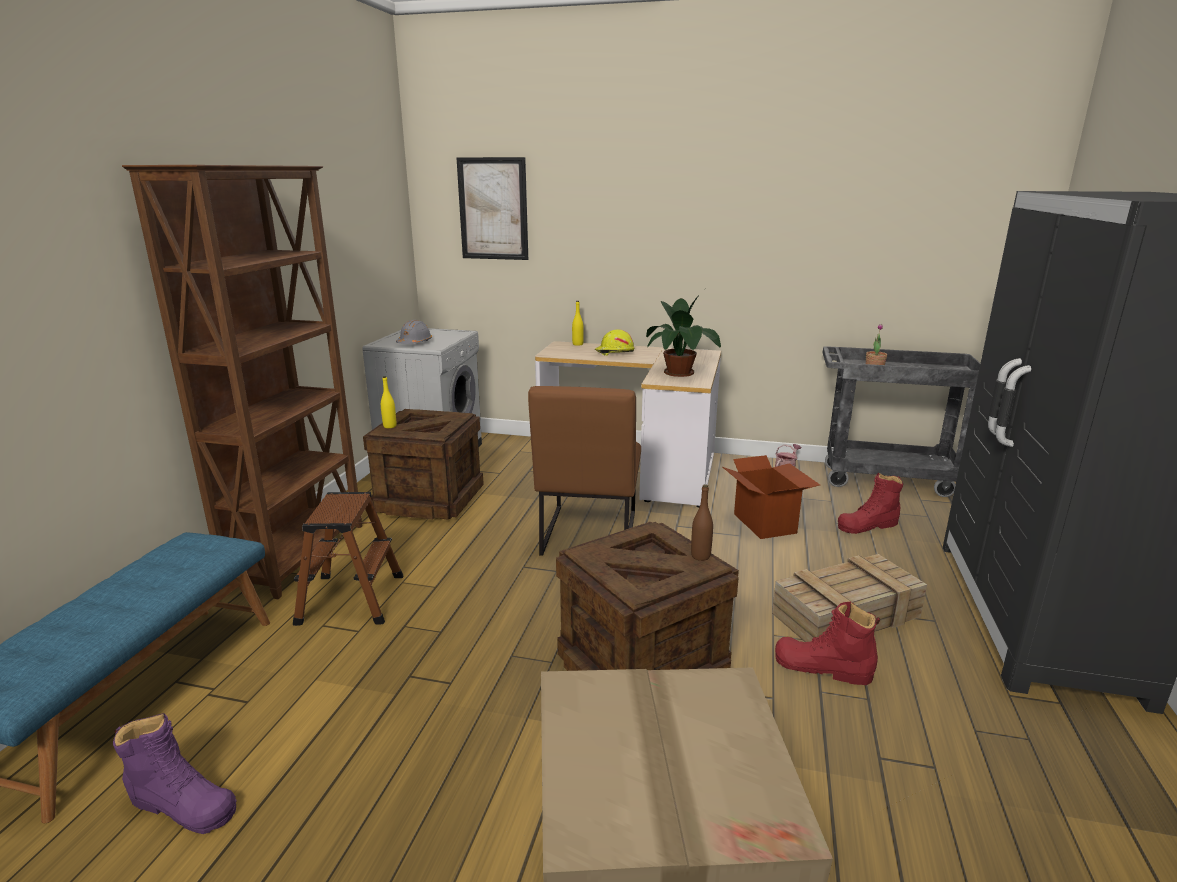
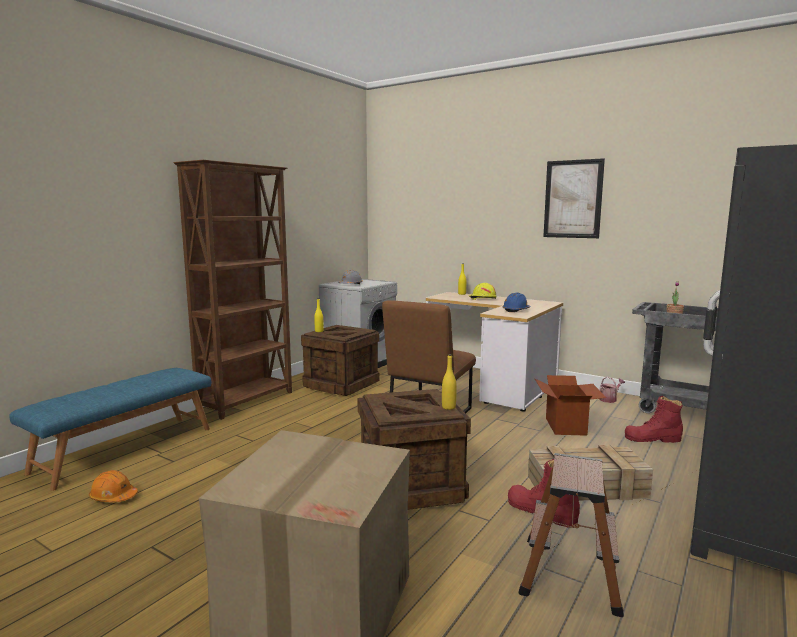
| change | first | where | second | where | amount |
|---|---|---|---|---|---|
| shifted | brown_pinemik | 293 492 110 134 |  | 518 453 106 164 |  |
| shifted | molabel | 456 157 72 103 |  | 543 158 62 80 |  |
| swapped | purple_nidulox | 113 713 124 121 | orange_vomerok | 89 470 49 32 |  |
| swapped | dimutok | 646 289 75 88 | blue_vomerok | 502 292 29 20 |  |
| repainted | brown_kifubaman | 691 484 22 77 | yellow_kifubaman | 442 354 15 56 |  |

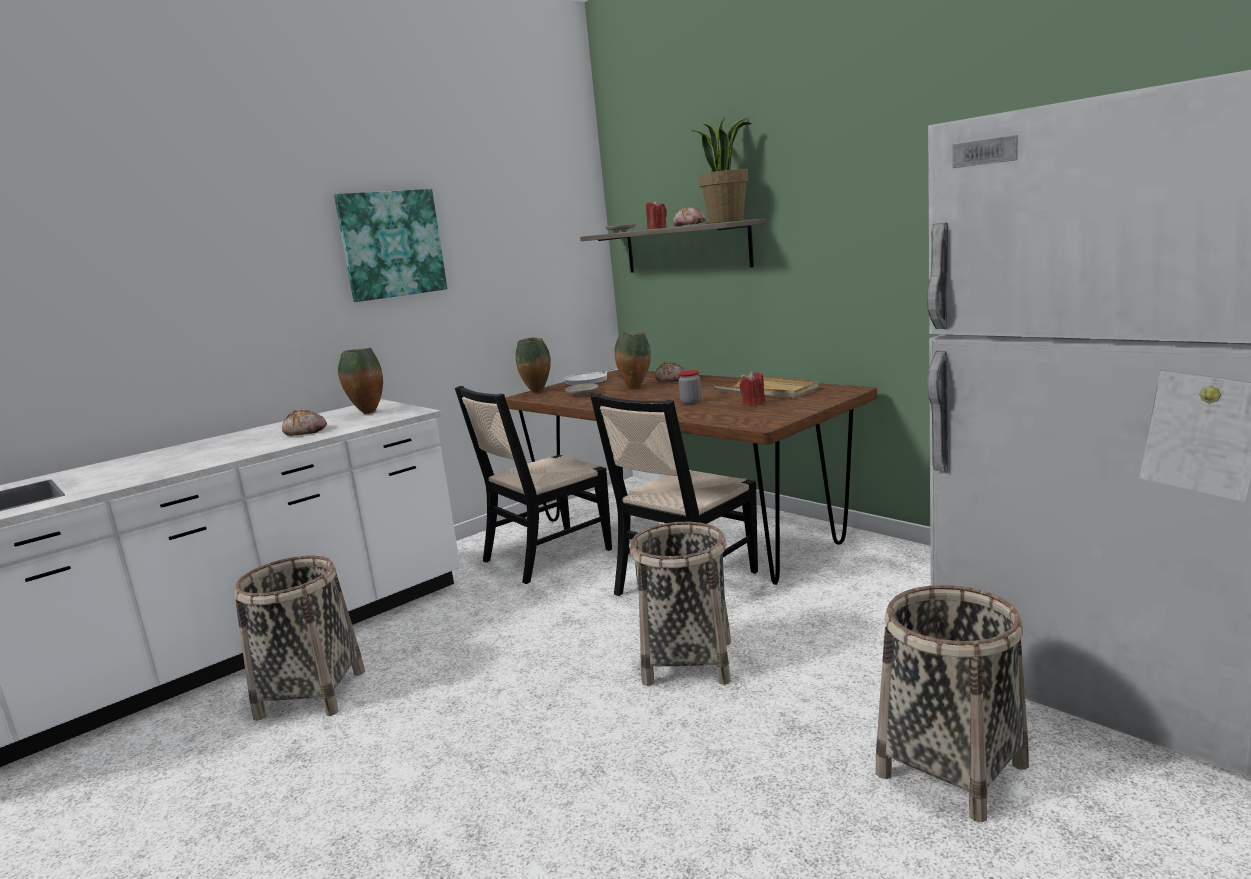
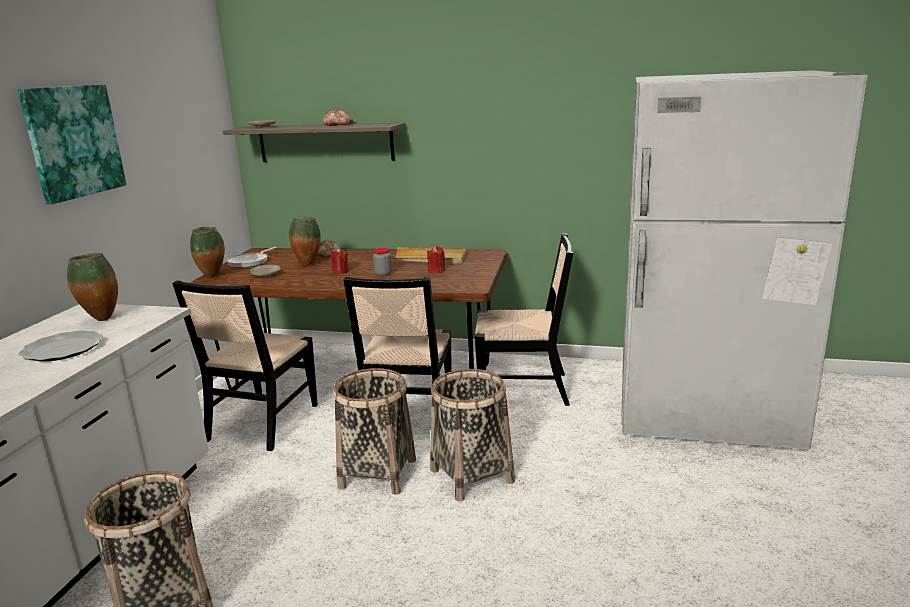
| change | first | where | second | where | amount |
|---|---|---|---|---|---|
| gone | dimutok | 691 117 61 106 |  |  |  |
| new |  |  | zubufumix | 475 233 98 173 |  |
| shifted | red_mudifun | 646 200 21 29 |  | 330 248 19 26 |  |
| shifted | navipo | 875 585 154 237 |  | 333 368 83 127 |  |
| swapped | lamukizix | 282 410 45 26 | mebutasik | 19 330 84 31 |  |

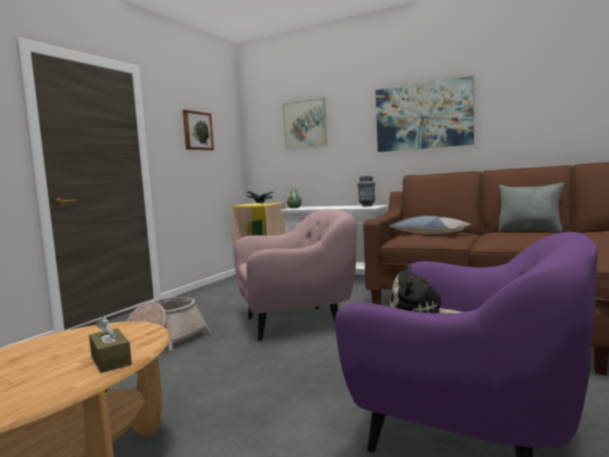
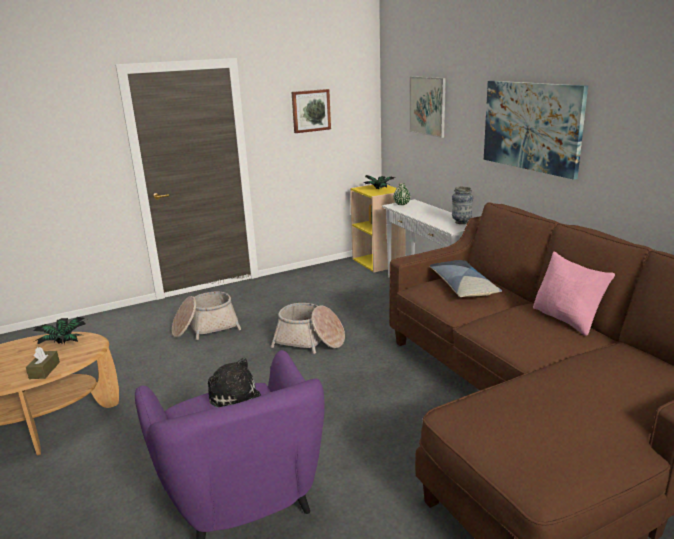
| change | first | where | second | where | amount |
|---|---|---|---|---|---|
| new |  |  | dimutok | 33 317 53 27 |  |
| swapped | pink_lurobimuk | 234 209 123 132 | navipo | 271 303 74 51 |  |
| repainted | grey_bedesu | 498 183 66 50 | pink_bedesu | 533 252 82 84 |  |

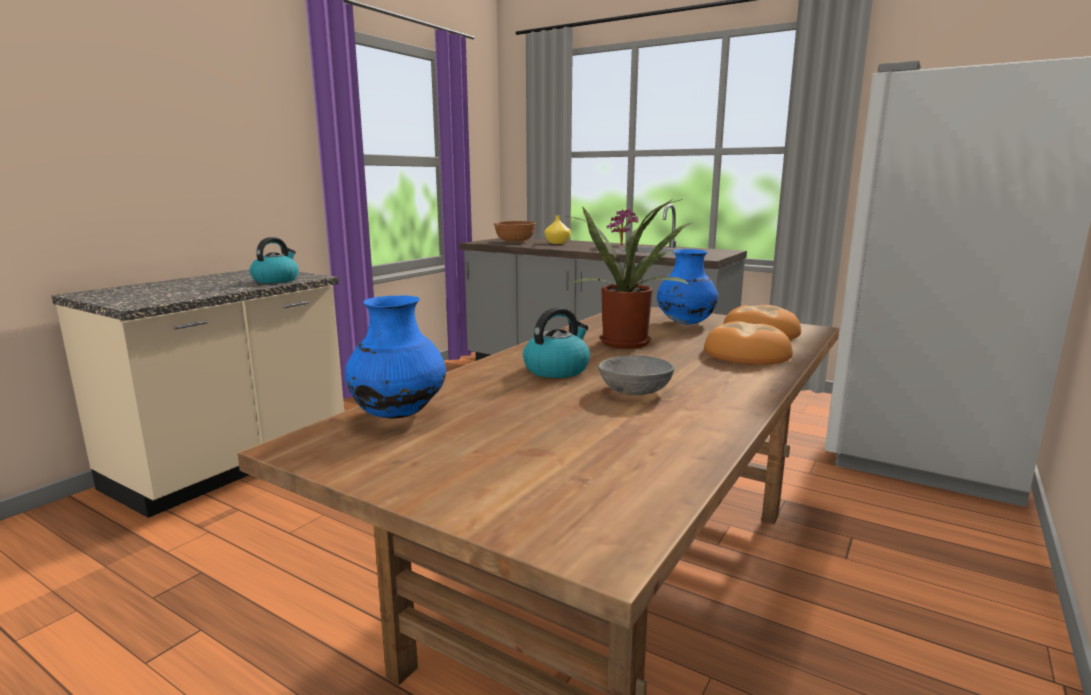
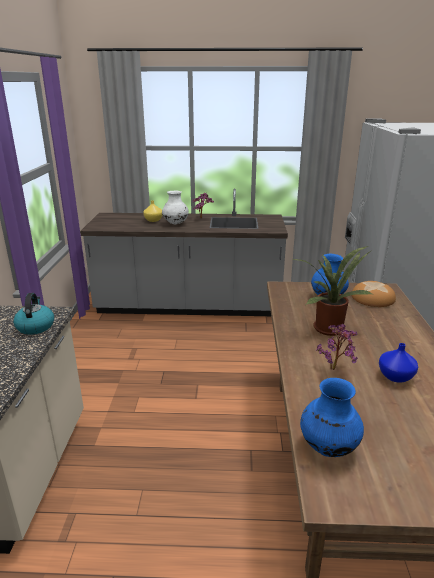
| change | first | where | second | where | amount |
|---|---|---|---|---|---|
| gone | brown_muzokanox | 494 221 42 22 |  |  |  |
| gone | lamukizix | 704 321 89 44 |  |  |  |
| new |  |  | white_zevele | 162 191 27 33 |  |
| swapped | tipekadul | 523 307 67 71 | dimutok | 316 324 42 46 |  |
| swapped | grey_muzokanox | 598 355 76 40 | blue_zevele | 379 343 39 40 |  |

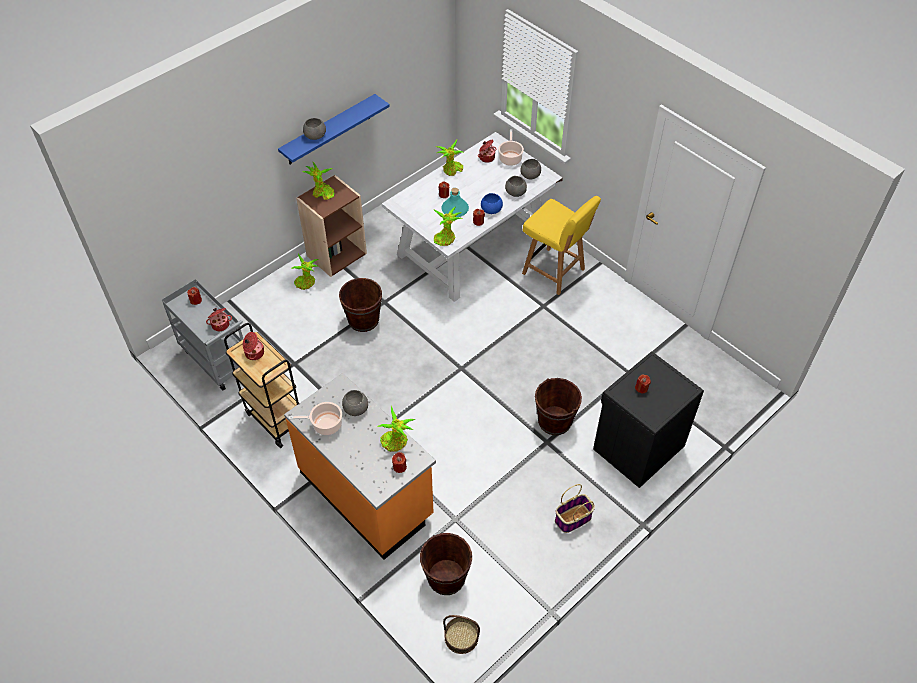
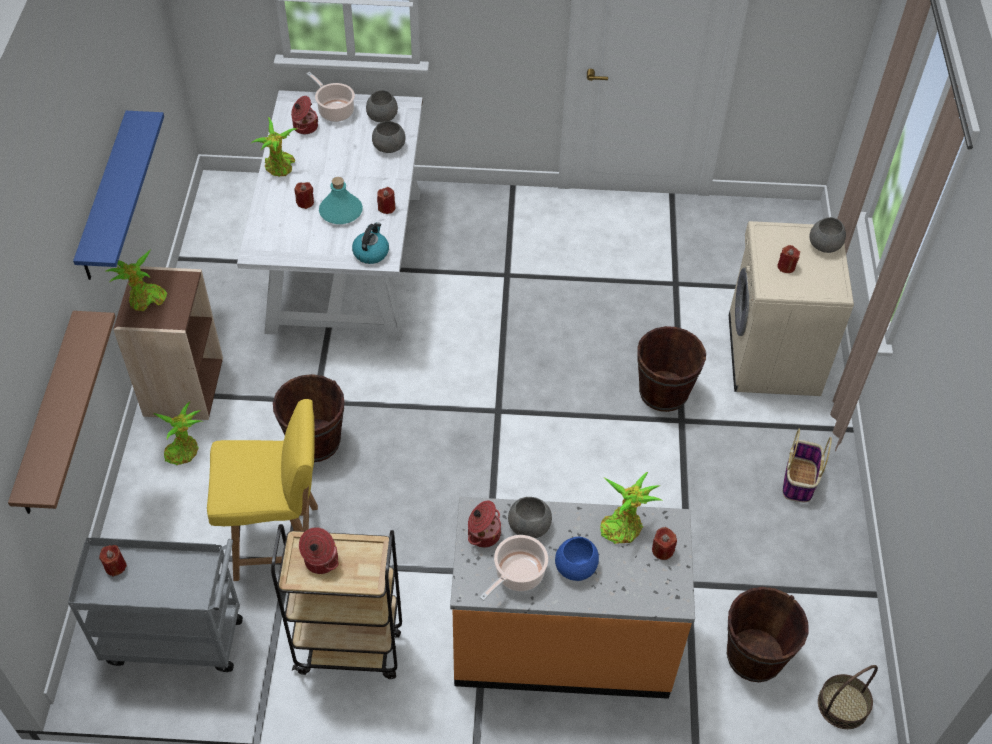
| change | first | where | second | where | amount |
|---|---|---|---|---|---|
| new |  |  | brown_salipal | 8 311 108 203 |  |
| shifted | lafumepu | 206 308 26 23 |  | 468 500 33 47 |  |
| shifted | grey_muzokanox | 303 118 23 22 |  | 809 217 37 36 |  |
| shifted | blue_muzokanox | 481 193 22 21 |  | 555 537 44 44 |  |
| shifted | yellow_zubufumix | 522 196 79 99 |  | 207 399 111 182 |  |
| swapped | dimutok | 433 207 29 39 | tipekadul | 352 222 37 42 |  |
| repainted | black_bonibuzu | 593 351 111 137 | beige_bonibuzu | 729 221 125 175 |  |

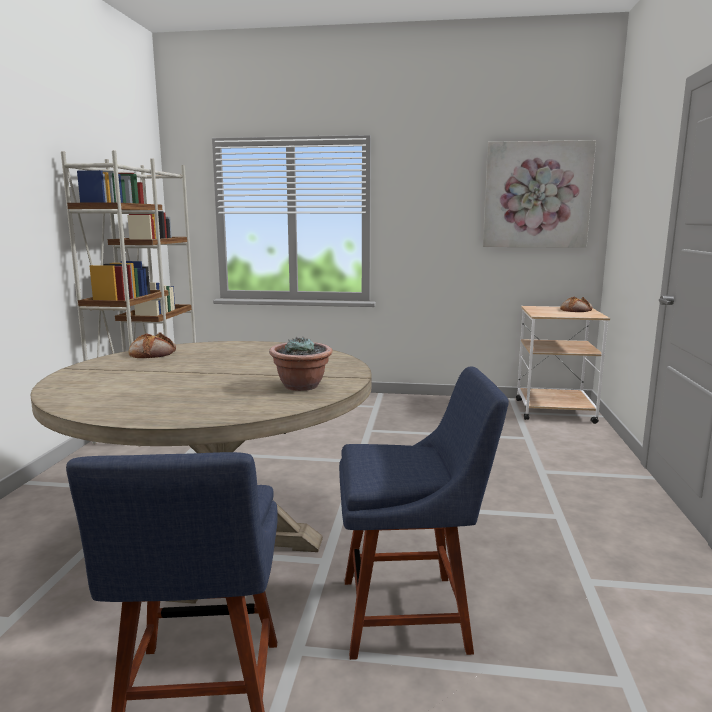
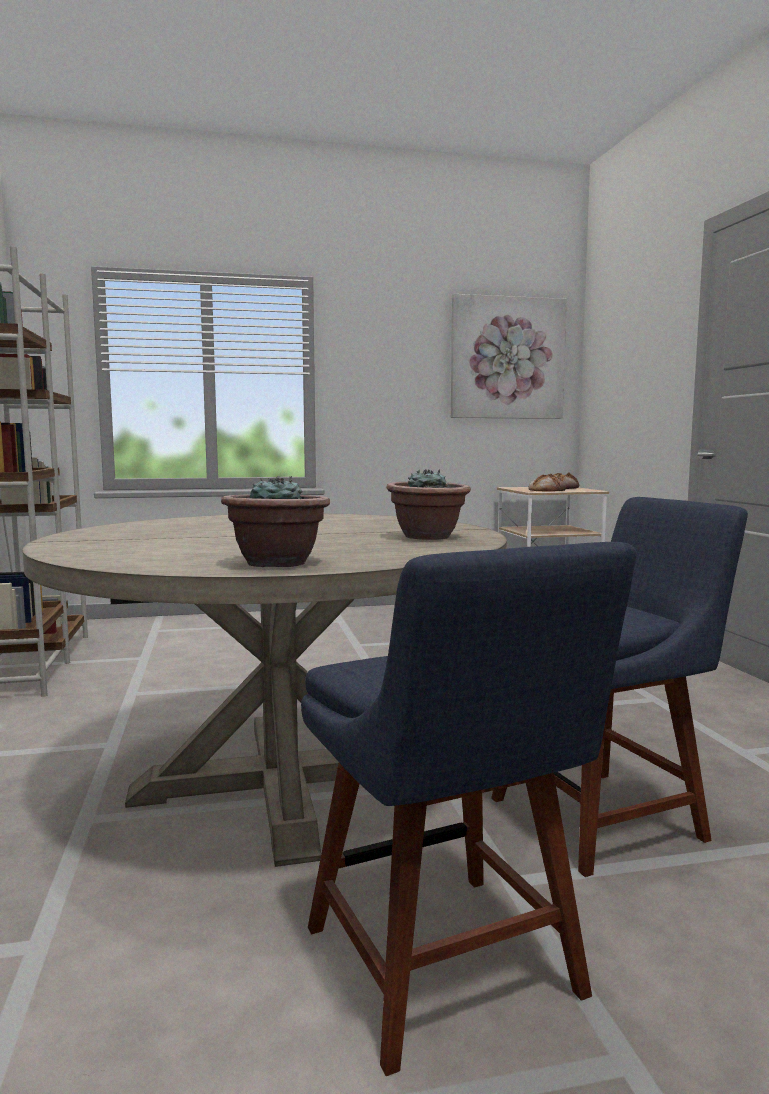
| change | first | where | second | where | amount |
|---|---|---|---|---|---|
| new |  |  | dimutok | 221 476 109 91 |  |
| shifted | lamukizix | 129 332 47 26 |  | 528 474 38 18 |  |

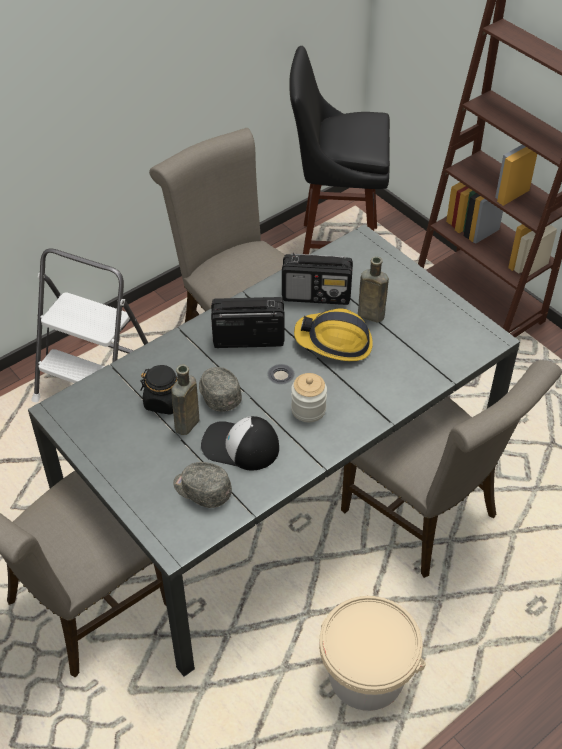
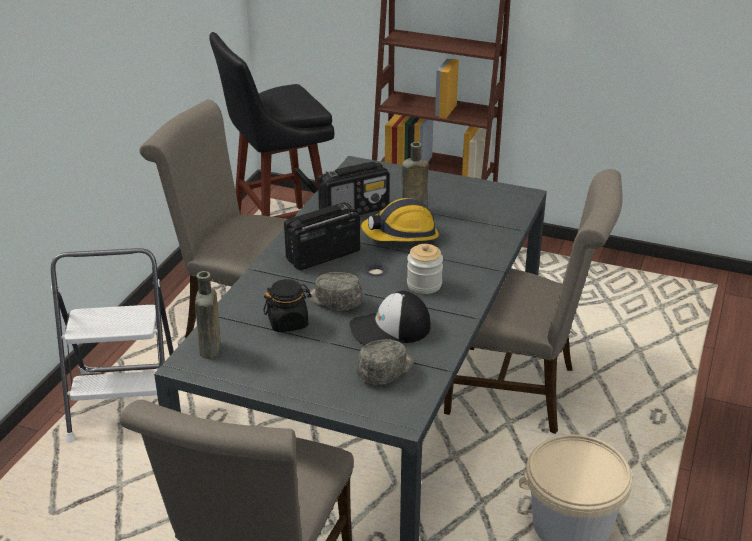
| change | first | where | second | where | amount |
|---|---|---|---|---|---|
| shifted | brown_kifubaman | 171 365 28 70 |  | 195 271 26 88 |  |
| rotated | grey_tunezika | 173 462 59 46 |  | 357 339 56 45 | 135 degrees clockwise |

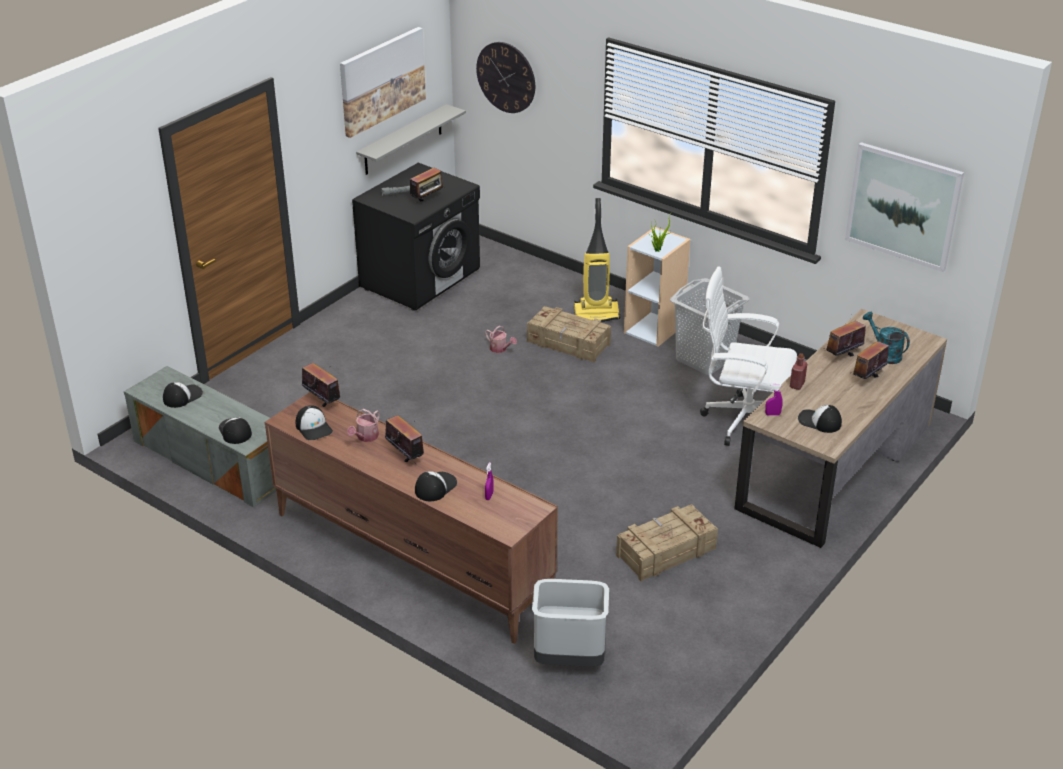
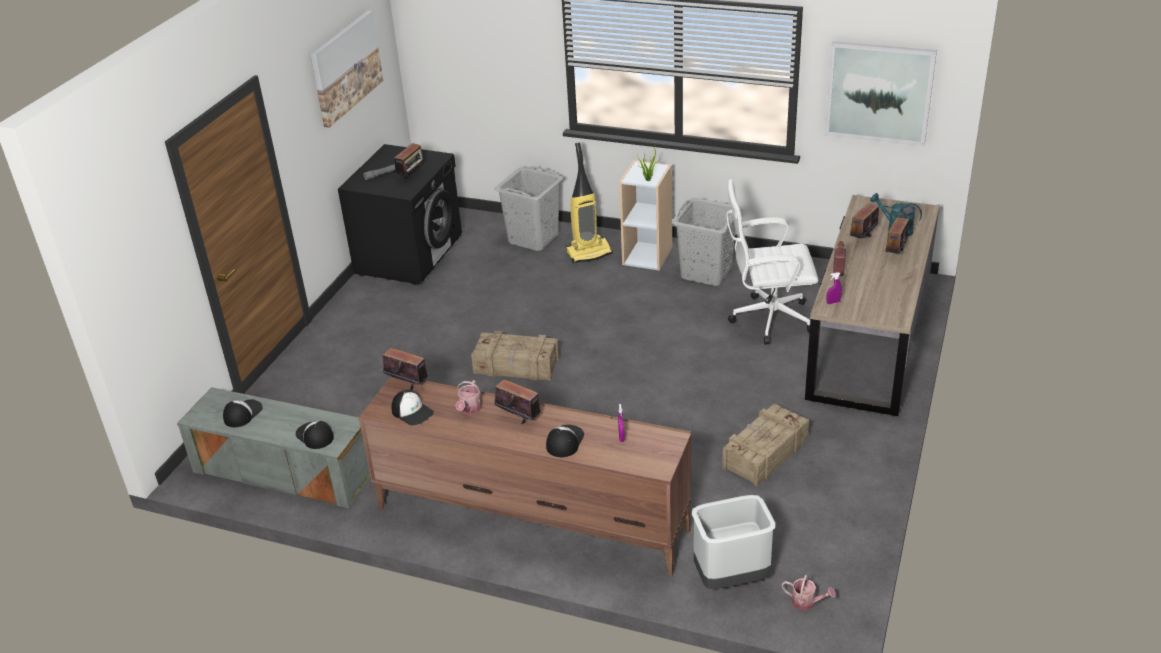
| change | first | where | second | where | amount |
|---|---|---|---|---|---|
| gone | grey_salipal | 356 104 110 71 |  |  |  |
| gone | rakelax | 476 42 59 71 |  |  |  |
| gone | tunezika | 798 405 44 28 |  |  |  |
| new |  |  | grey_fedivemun | 494 166 69 85 |  |
| shifted | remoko | 485 326 32 27 |  | 782 574 54 36 |  |
| shifted | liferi | 527 306 84 56 |  | 471 331 88 50 |  |

